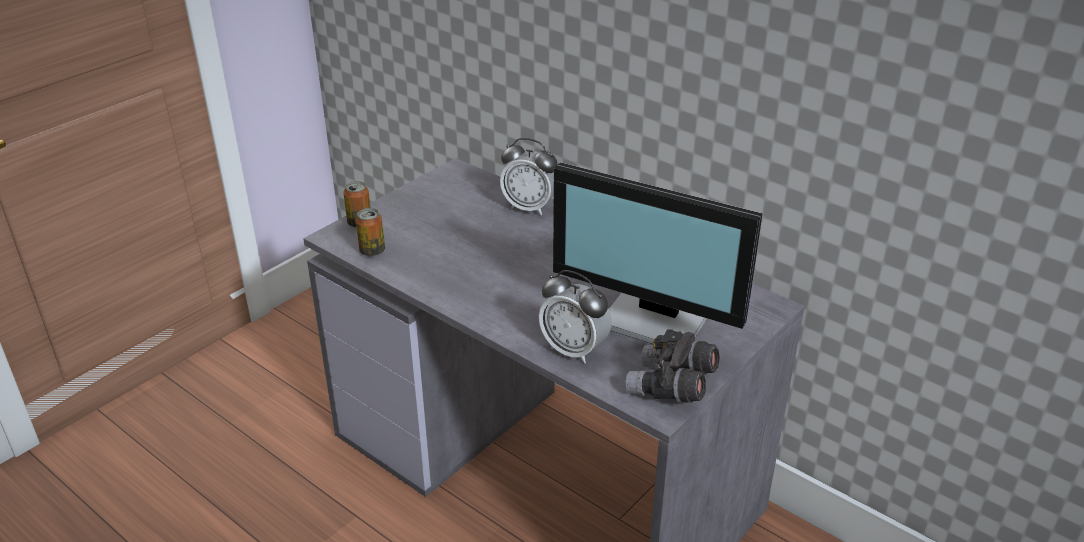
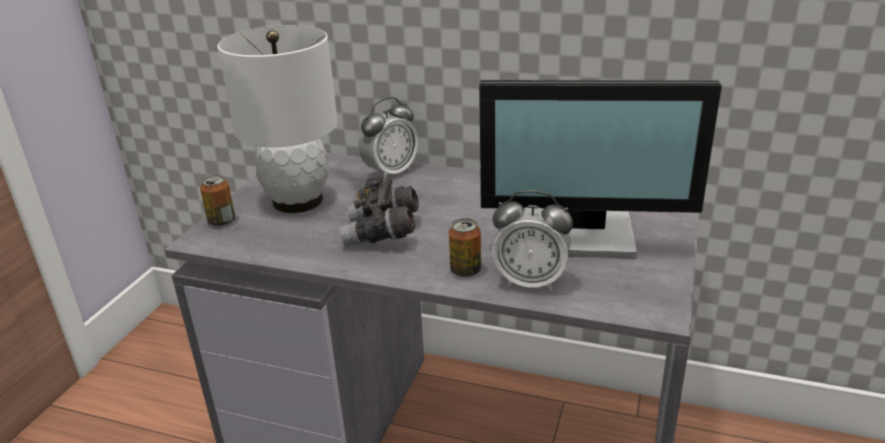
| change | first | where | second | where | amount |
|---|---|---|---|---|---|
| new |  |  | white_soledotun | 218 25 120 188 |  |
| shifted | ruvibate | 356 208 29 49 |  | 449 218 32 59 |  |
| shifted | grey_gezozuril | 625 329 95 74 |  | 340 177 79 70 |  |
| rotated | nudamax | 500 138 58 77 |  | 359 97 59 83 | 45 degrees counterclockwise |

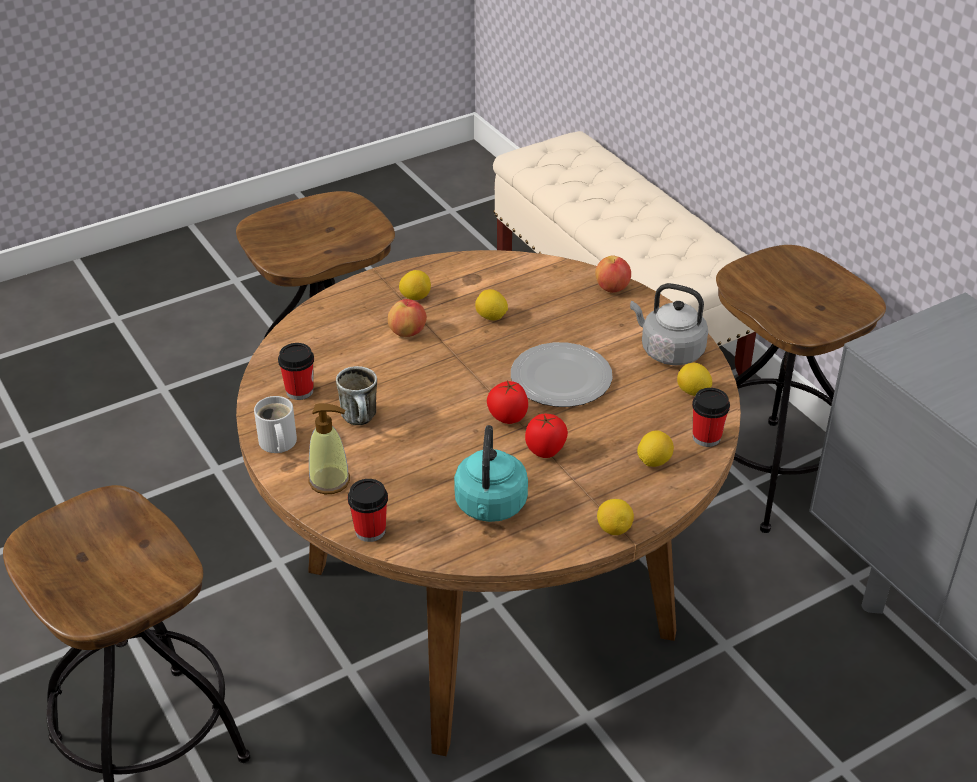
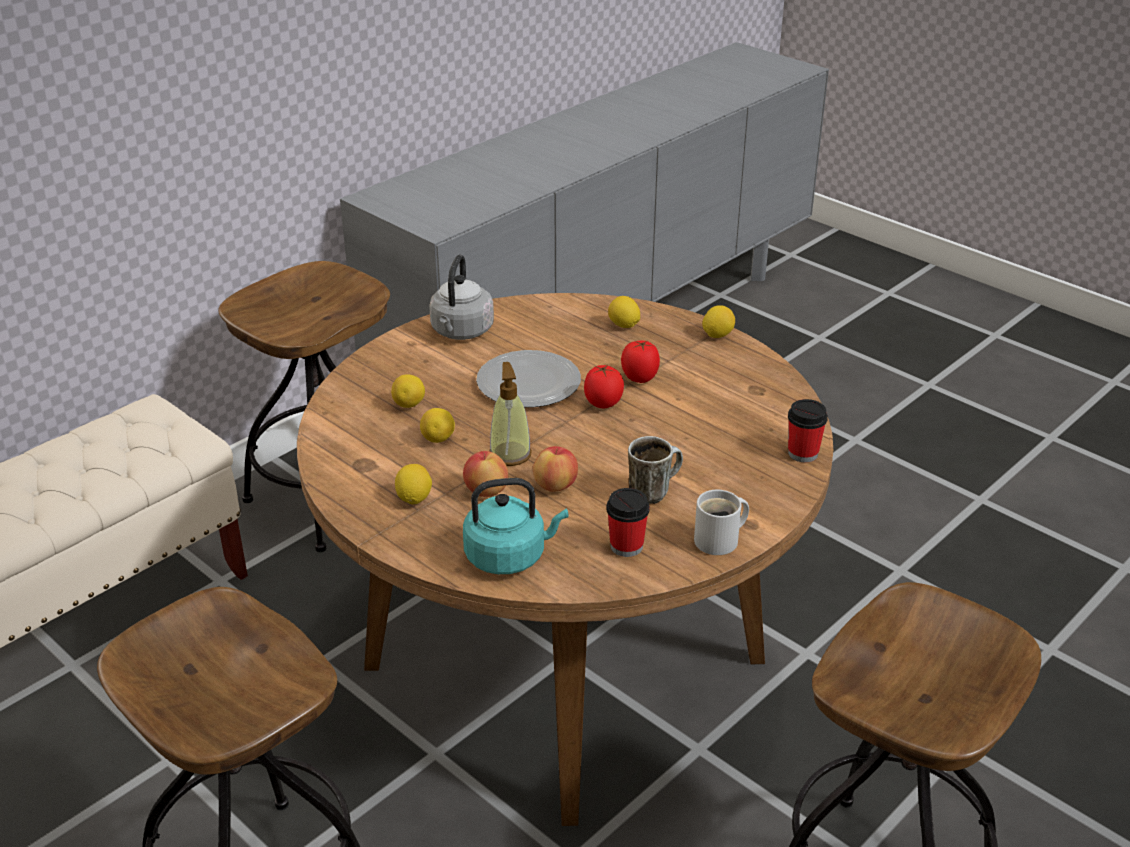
| change | first | where | second | where | amount |
|---|---|---|---|---|---|
| gone | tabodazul | 692 388 38 59 |  |  |  |
| shifted | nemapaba | 309 403 41 91 |  | 490 362 42 104 |  |
| shifted | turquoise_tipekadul | 454 425 74 97 |  | 463 478 105 96 |  |
| shifted | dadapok | 595 255 36 38 |  | 533 446 45 46 |  |
| shifted | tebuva | 677 363 35 33 |  | 391 374 34 34 |  |

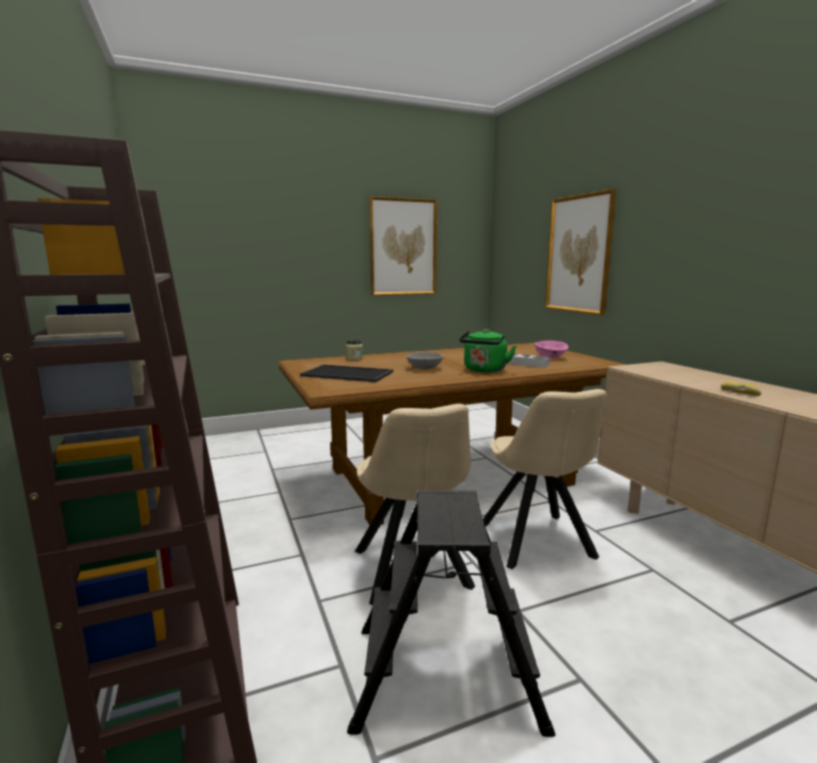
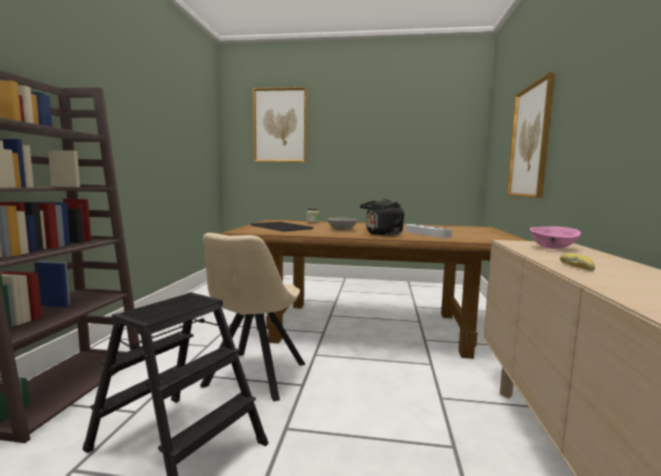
| change | first | where | second | where | amount |
|---|---|---|---|---|---|
| gone | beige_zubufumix | 483 389 124 181 |  |  |  |
| shifted | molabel | 369 196 68 100 |  | 253 87 54 75 |  |
| shifted | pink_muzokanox | 535 341 33 18 |  | 530 227 51 22 |  |
| repainted | green_tipekadul | 459 329 57 44 | black_tipekadul | 360 199 44 37 |  |

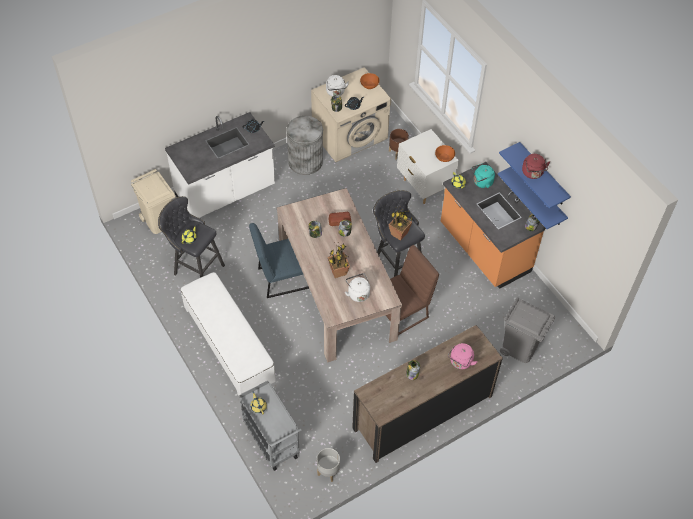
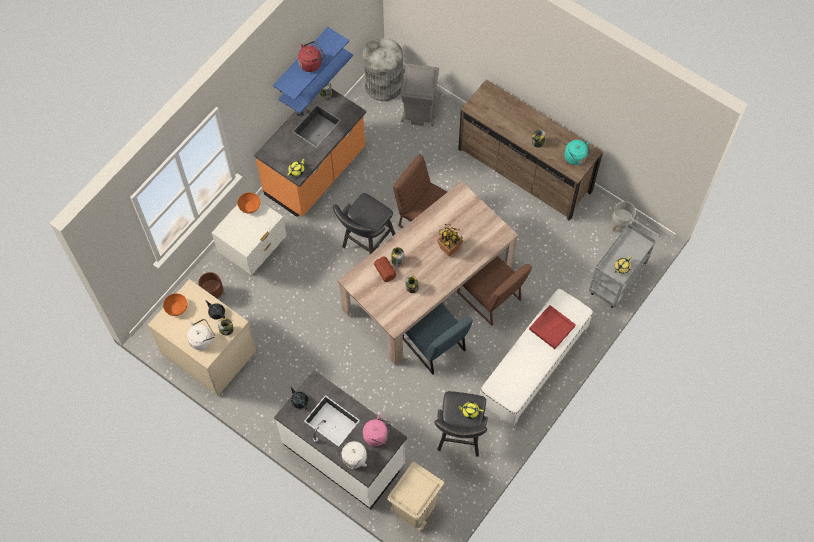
| change | first | where | second | where | amount |
|---|---|---|---|---|---|
| gone | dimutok | 388 209 25 32 |  |  |  |
| new |  |  | brown_zubufumix | 457 256 75 70 |  |
| new |  |  | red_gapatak | 529 305 47 44 |  |
| shifted | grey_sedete | 287 116 36 59 |  | 363 38 40 63 |  |
| shifted | white_tipekadul | 345 273 25 29 |  | 336 441 31 28 |  |
| shifted | pink_tipekadul | 448 343 29 26 |  | 363 414 28 32 |  |
| shifted | turquoise_tipekadul | 472 164 23 24 |  | 565 140 28 25 |  |

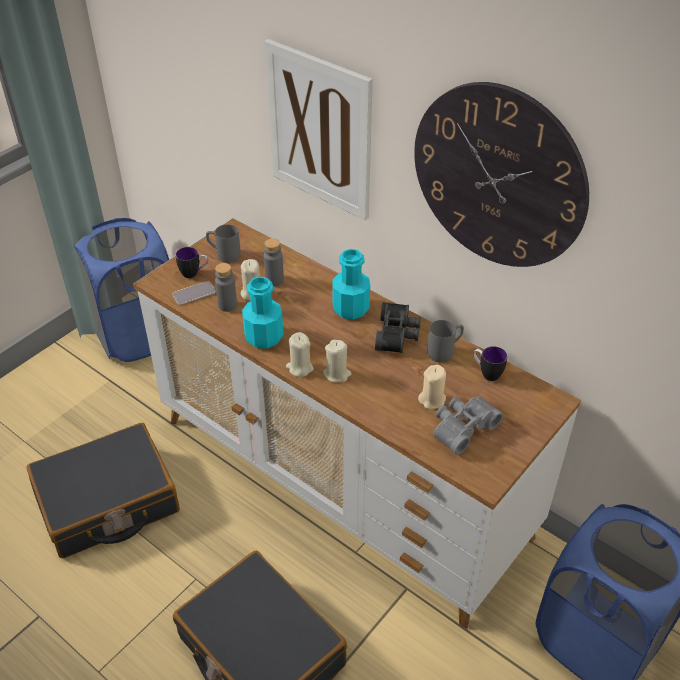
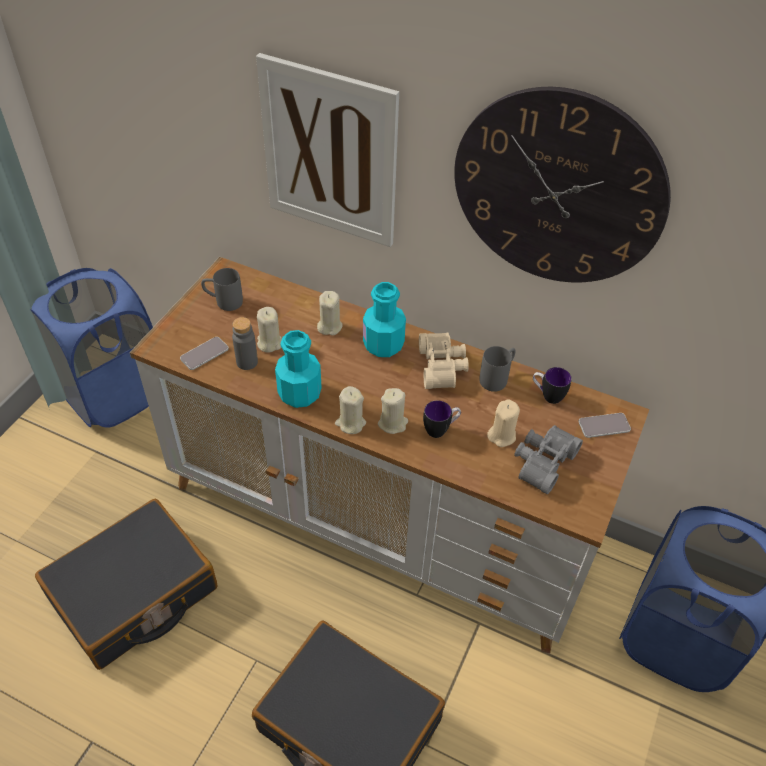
| change | first | where | second | where | amount |
|---|---|---|---|---|---|
| gone | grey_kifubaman | 264 238 20 48 |  |  |  |
| new |  |  | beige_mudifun | 317 291 26 44 |  |
| new |  |  | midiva | 578 413 53 25 |  |
| shifted | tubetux | 176 247 32 31 |  | 423 400 38 38 |  |
| repainted | black_gezozuril | 375 302 46 51 | beige_gezozuril | 419 332 50 57 |  |

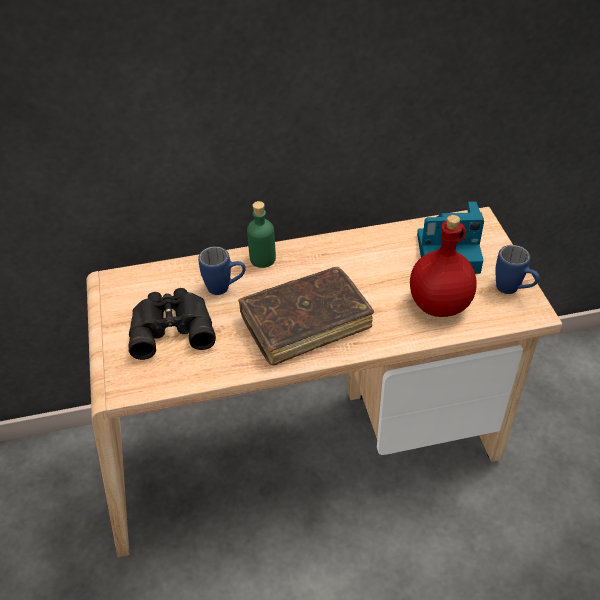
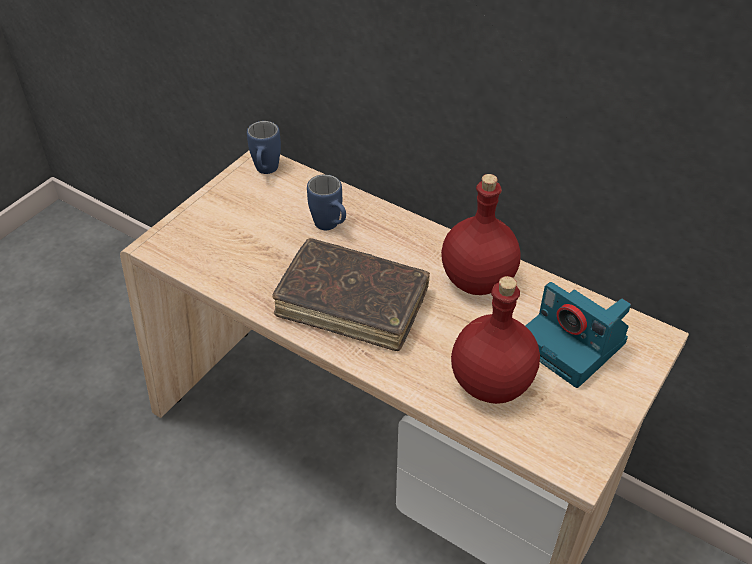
| change | first | where | second | where | amount |
|---|---|---|---|---|---|
| gone | black_gezozuril | 128 288 88 72 |  |  |  |
| gone | green_kifubaman | 247 201 29 67 |  |  |  |
| new |  |  | red_kifubaman | 441 174 80 121 |  |
| shifted | blue_tubetux | 495 245 45 49 |  | 247 121 34 53 |  |

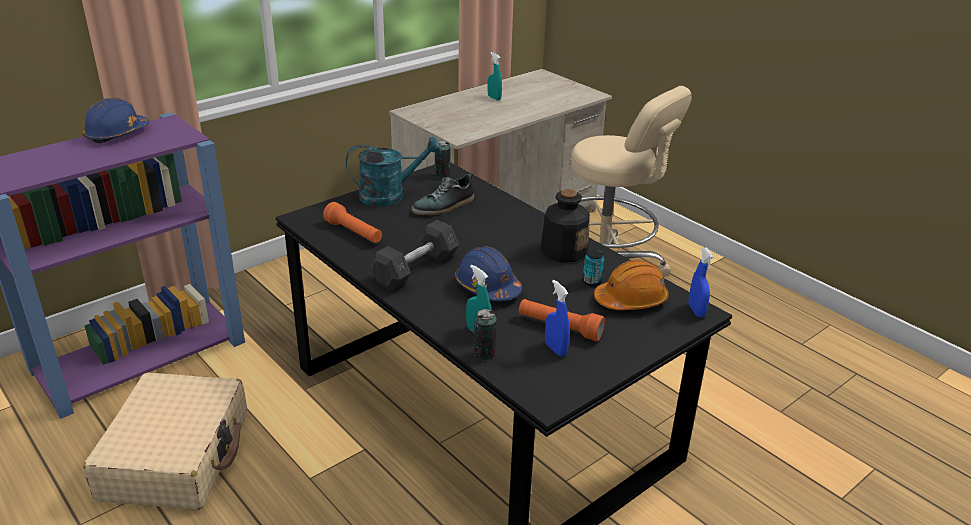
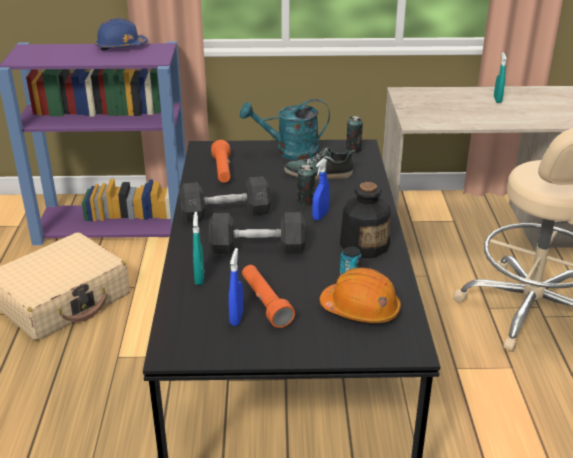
| change | first | where | second | where | amount |
|---|---|---|---|---|---|
| shifted | ruvibate | 473 309 24 52 |  | 297 165 18 41 |  |
| shifted | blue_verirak | 688 248 26 69 |  | 312 158 18 62 |  |
| swapped | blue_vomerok | 455 246 67 55 | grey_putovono | 209 212 96 43 |  |
| rotated | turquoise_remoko | 346 137 96 70 |  | 240 99 90 61 | 150 degrees clockwise |

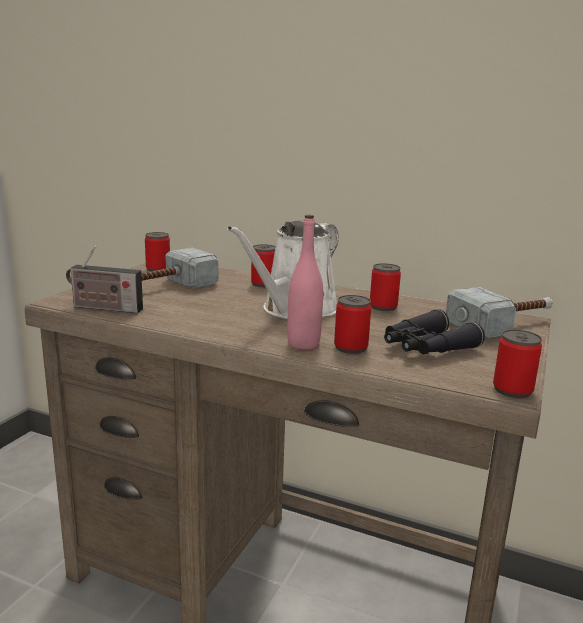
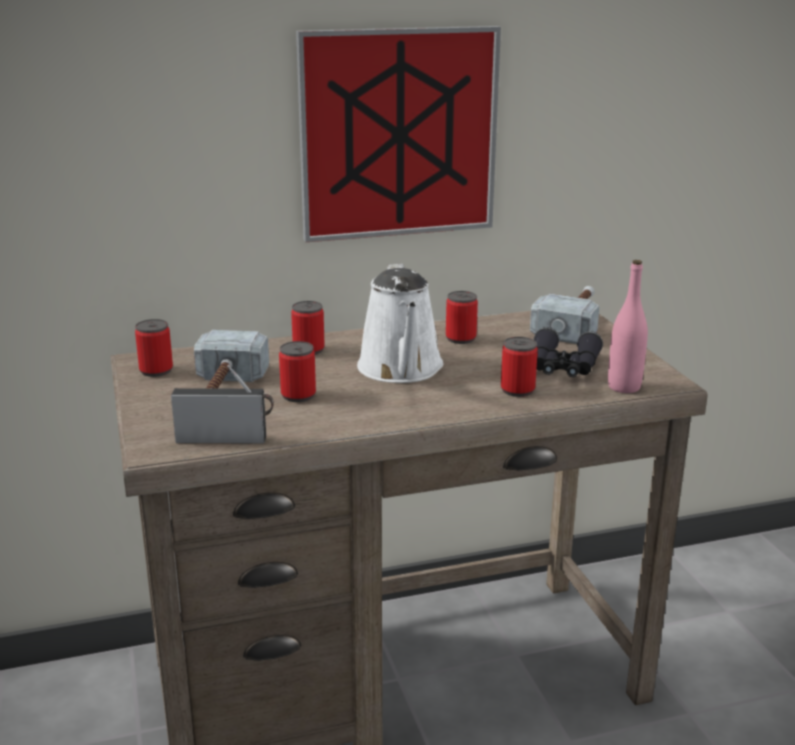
| change | first | where | second | where | amount |
|---|---|---|---|---|---|
| new |  |  | molabel | 296 26 205 216 |  |
| shifted | pink_kifubaman | 287 215 36 135 |  | 608 260 40 133 |  |
| shifted | ruvibate | 493 330 49 68 |  | 279 341 37 61 |  |
| rotated | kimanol | 66 246 77 67 |  | 171 365 103 79 | 150 degrees counterclockwise |

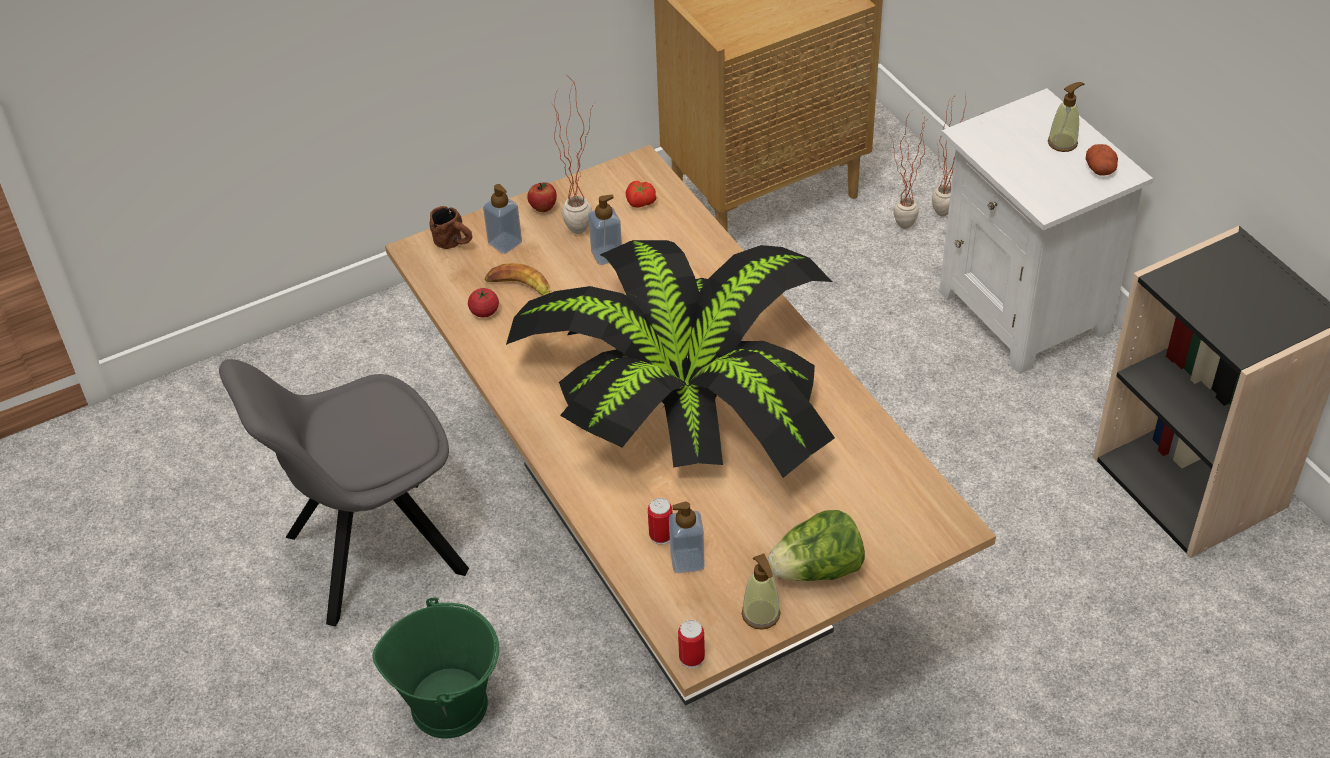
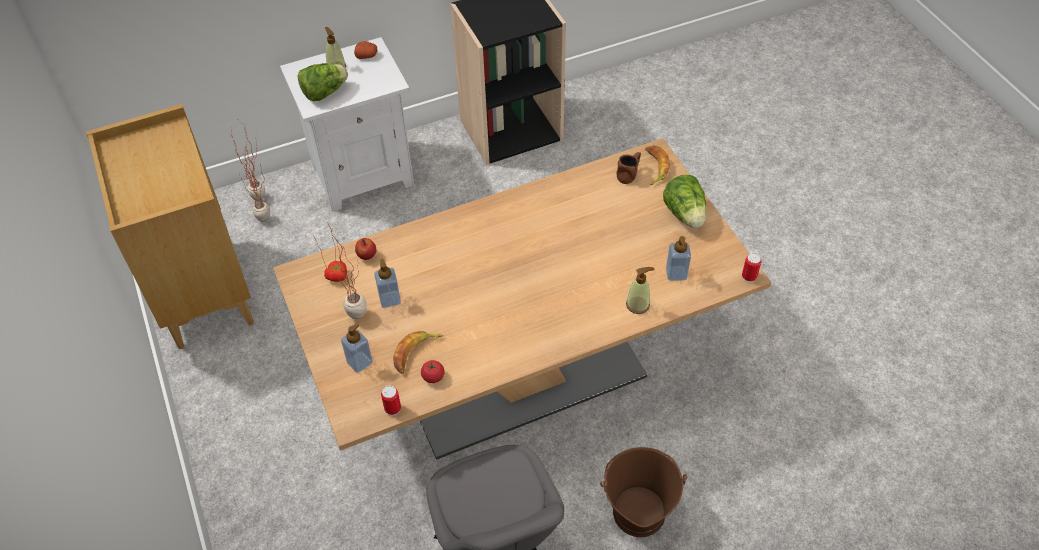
| change | first | where | second | where | amount |
|---|---|---|---|---|---|
| gone | dimutok | 506 240 329 238 |  |  |  |
| new |  |  | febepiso | 298 63 50 38 |  |
| new |  |  | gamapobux | 645 145 25 40 |  |
| shifted | brown_tubetux | 429 206 43 43 |  | 617 152 24 32 |  |
| shifted | dadapok | 527 182 30 30 |  | 355 238 21 22 |  |
| shifted | ruvibate | 648 498 24 47 |  | 381 386 20 30 |  |
| shifted | nemapaba | 742 554 39 76 |  | 626 267 29 47 |  |
| repainted | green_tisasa | 373 597 126 141 | brown_tisasa | 600 447 87 90 |  |

